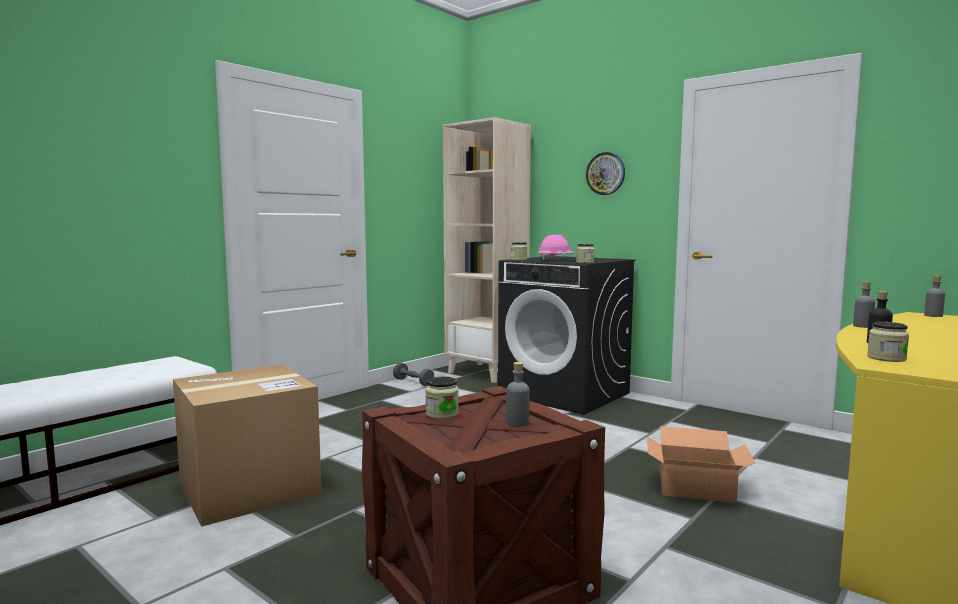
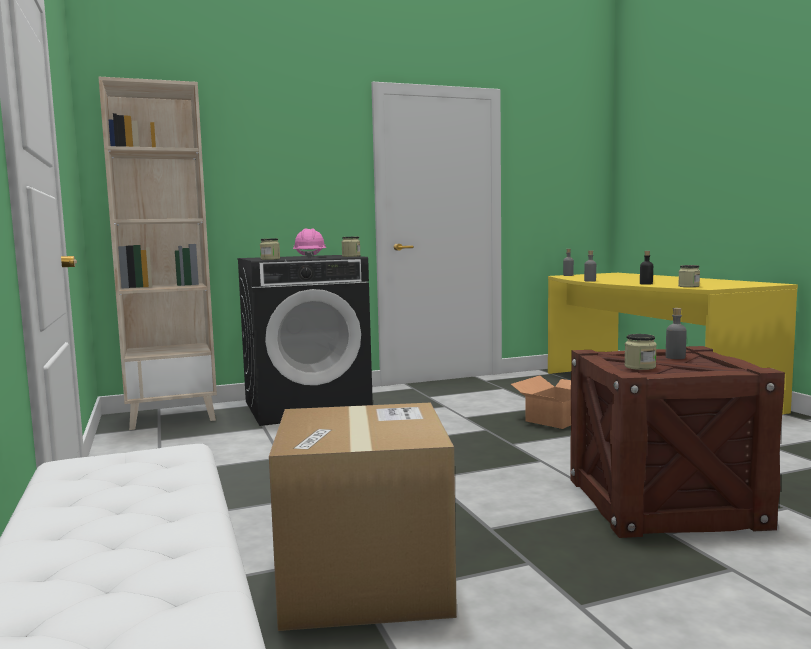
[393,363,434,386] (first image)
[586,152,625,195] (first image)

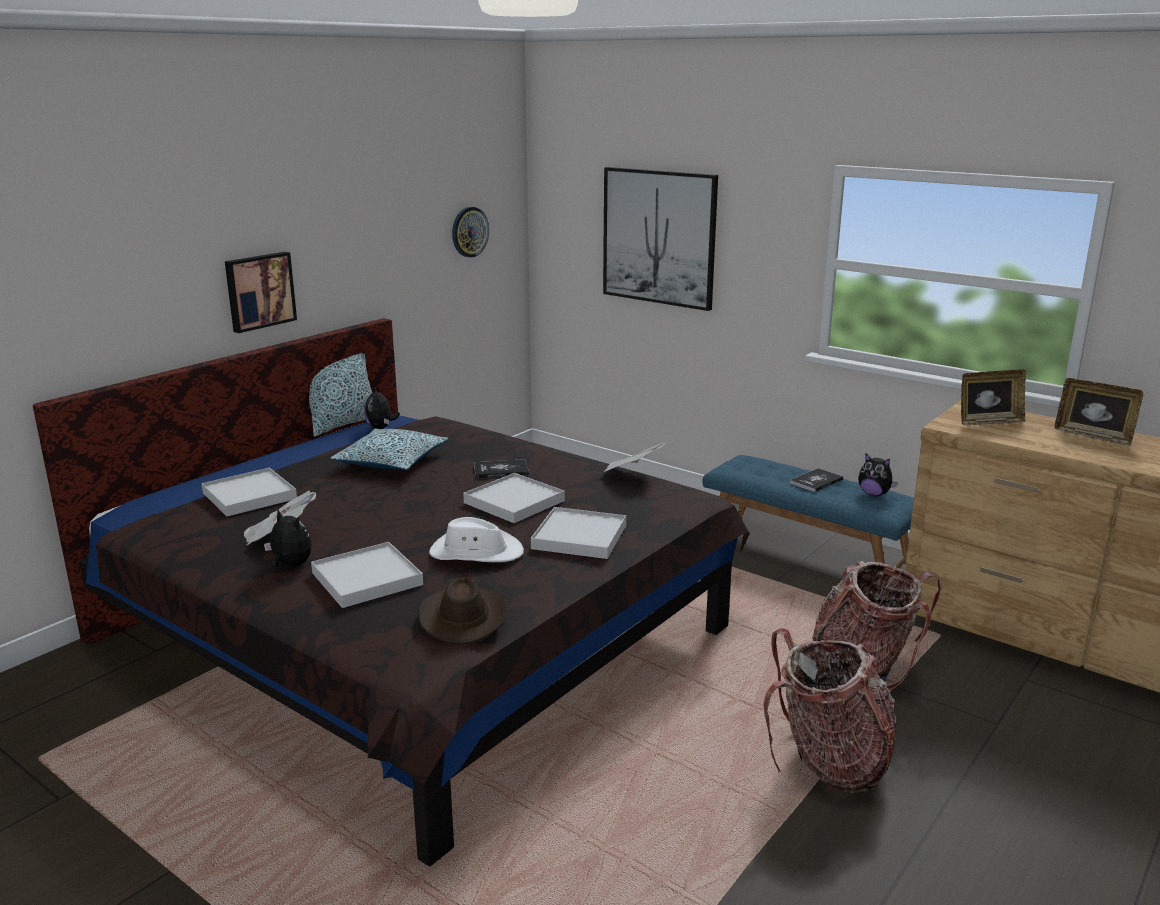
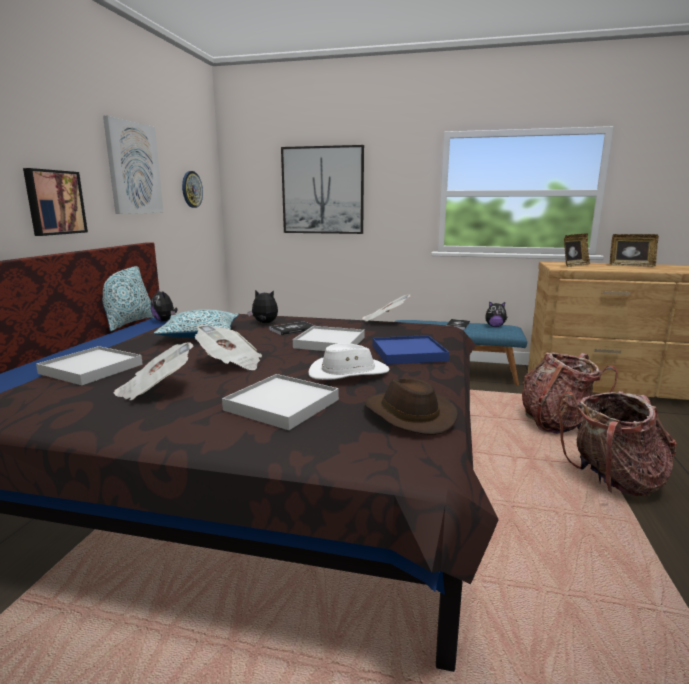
[248,290,278,323]
[372,335,449,365]
[103,115,164,214]
[195,325,262,370]

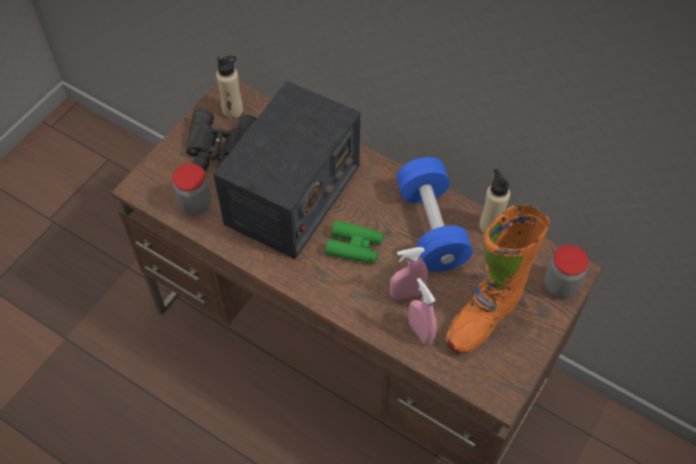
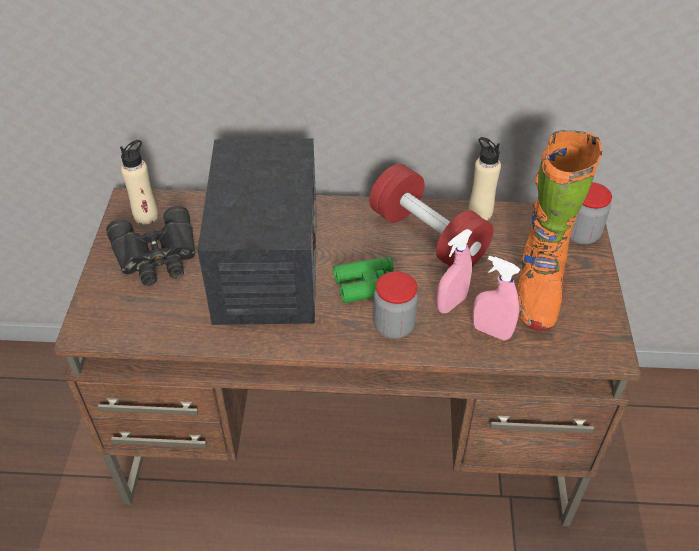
[373,271,418,339]
[369,164,494,266]

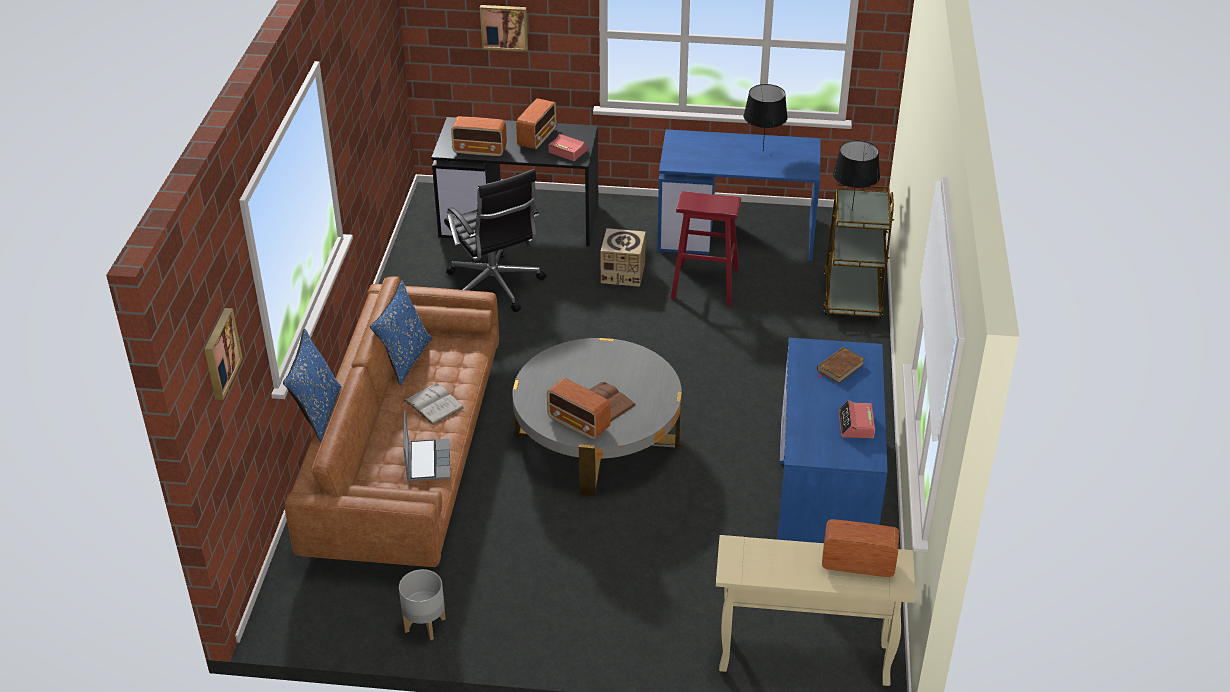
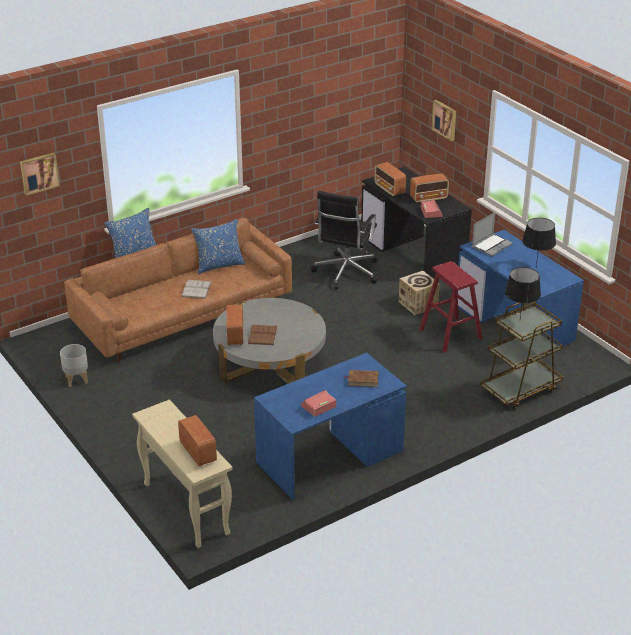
[472,212,513,256]

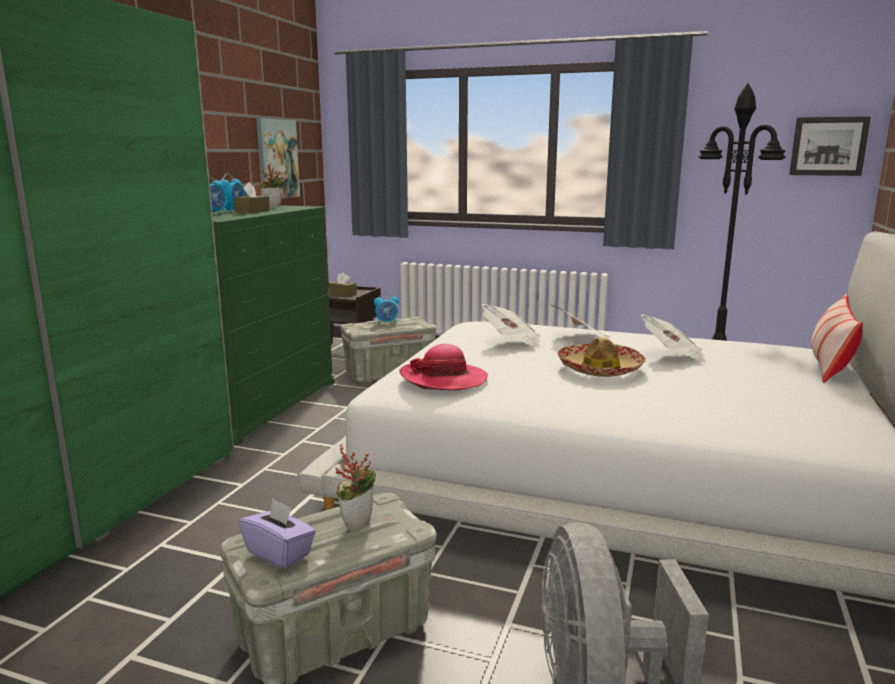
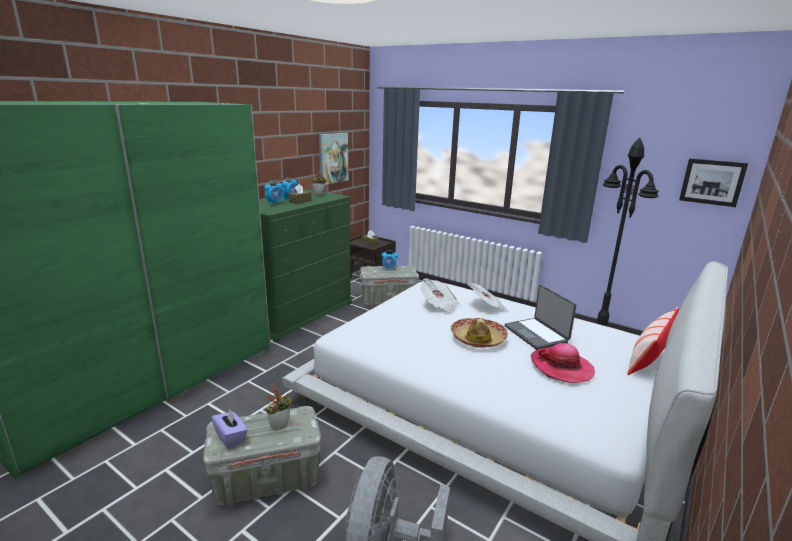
[531,343,595,383]
[504,285,576,350]

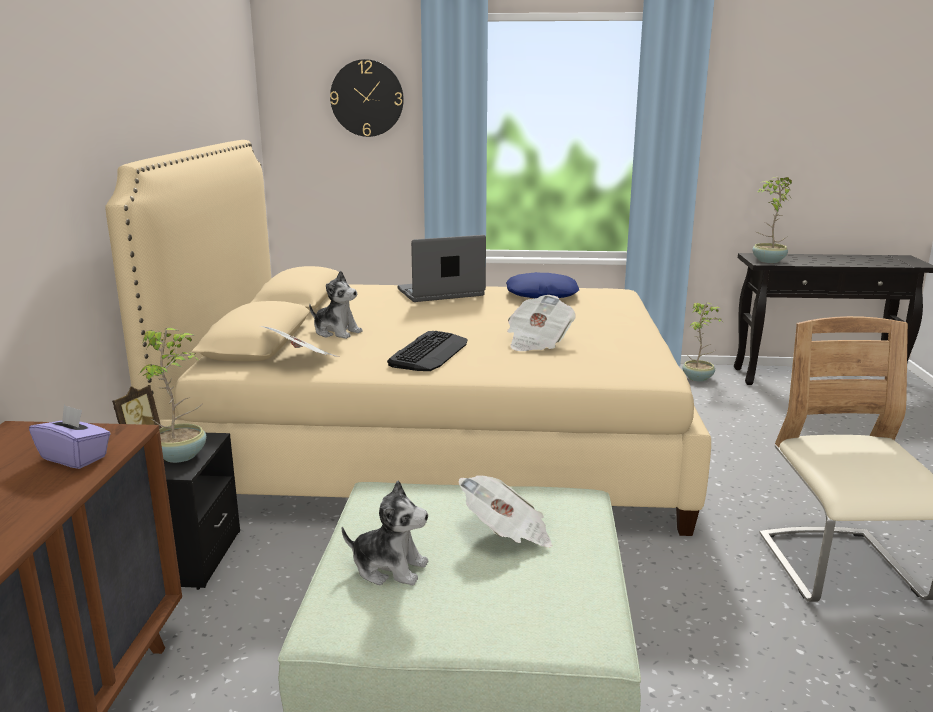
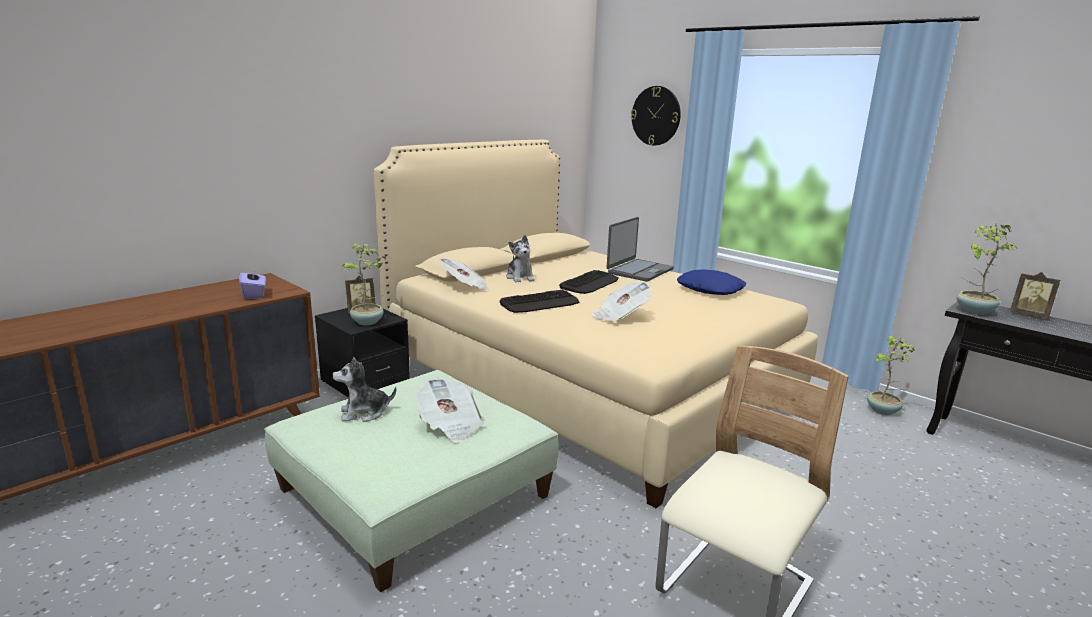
[332,357,396,422]
[607,217,674,282]
[559,270,619,294]
[1010,272,1060,319]

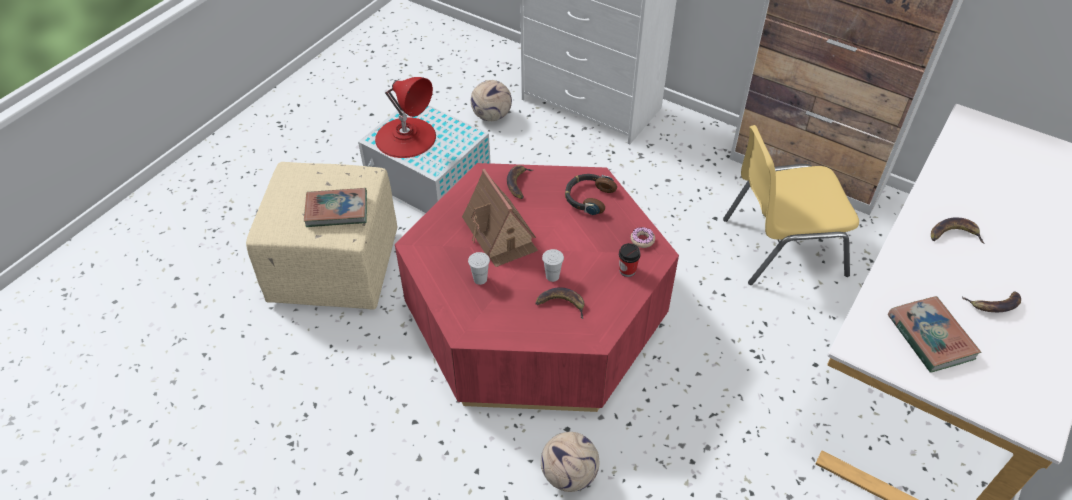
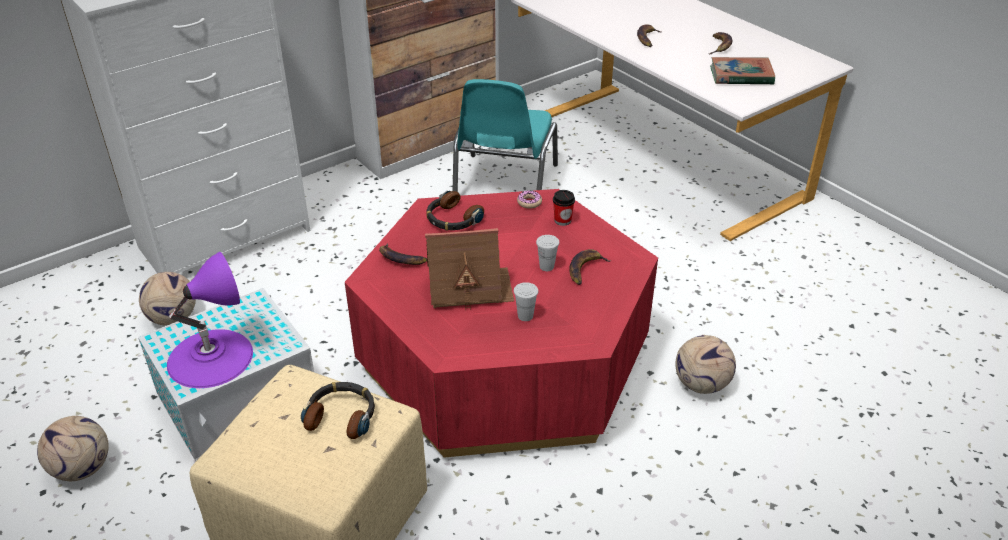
[301,382,375,439]
[167,252,253,388]
[453,79,558,192]
[37,416,109,481]

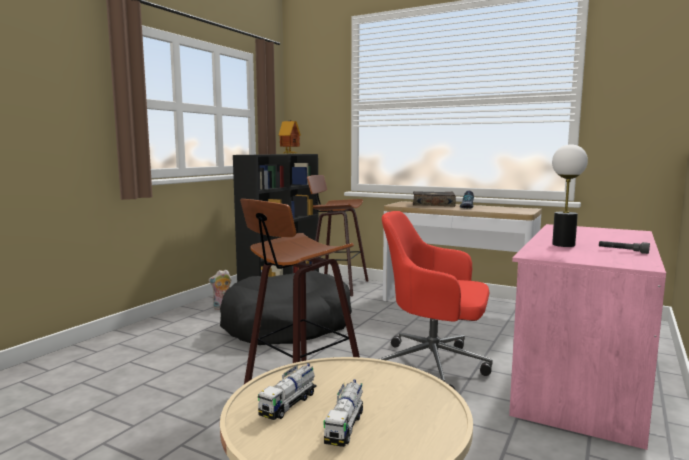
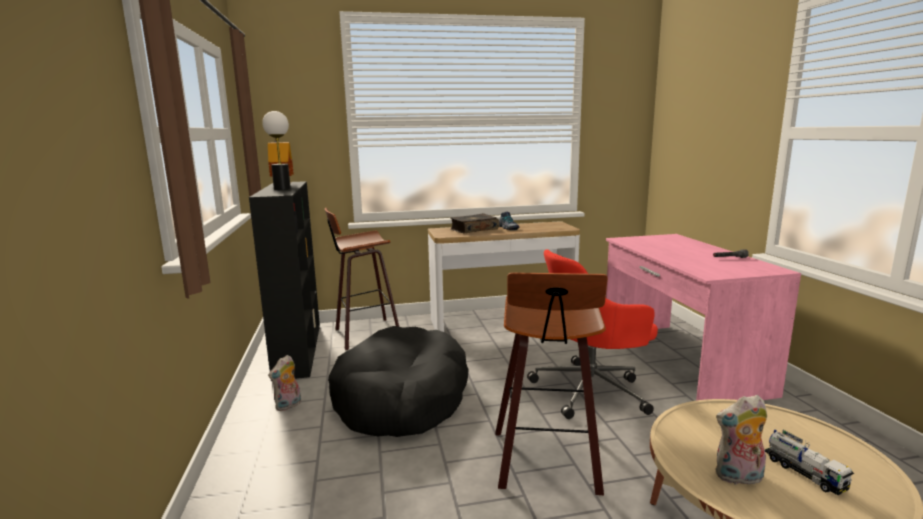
[716,395,767,485]
[262,111,291,190]

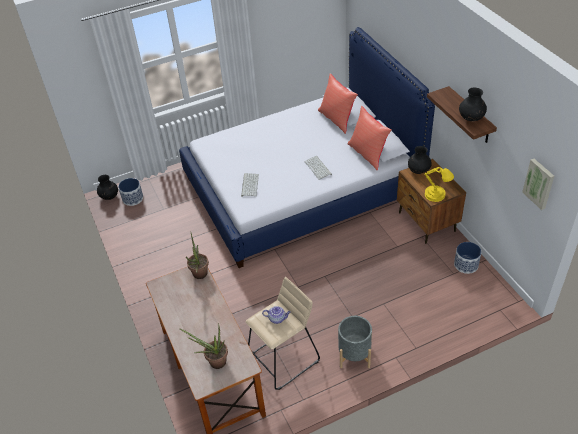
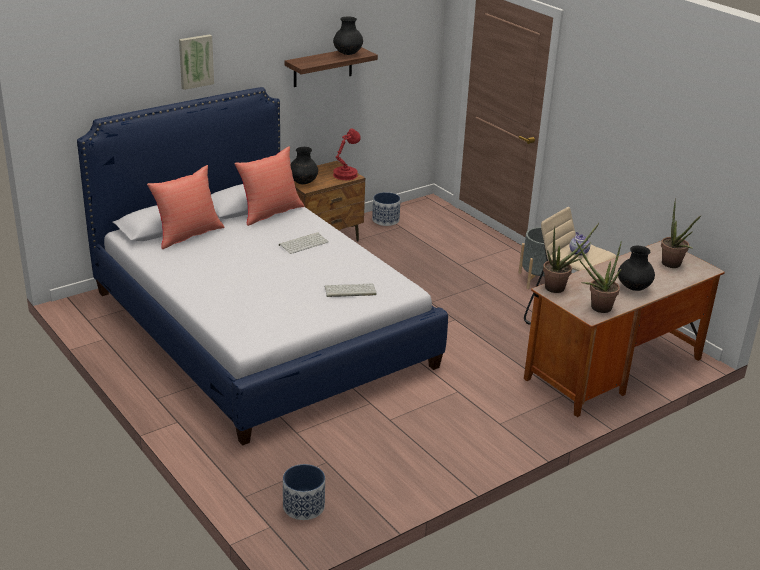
[618,246,655,291]
[333,128,361,180]
[179,34,214,90]
[576,241,622,313]

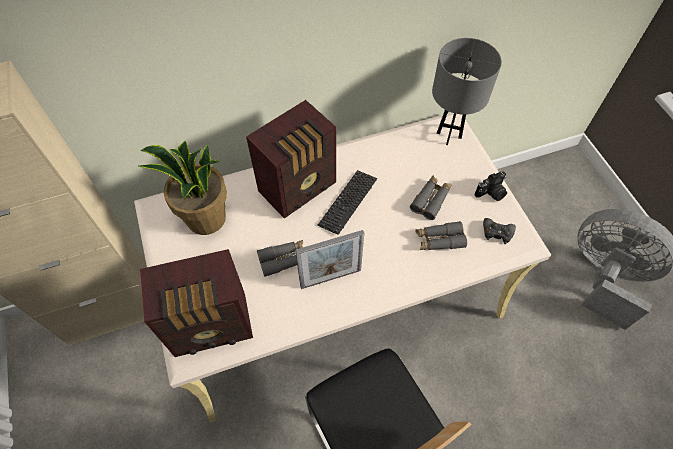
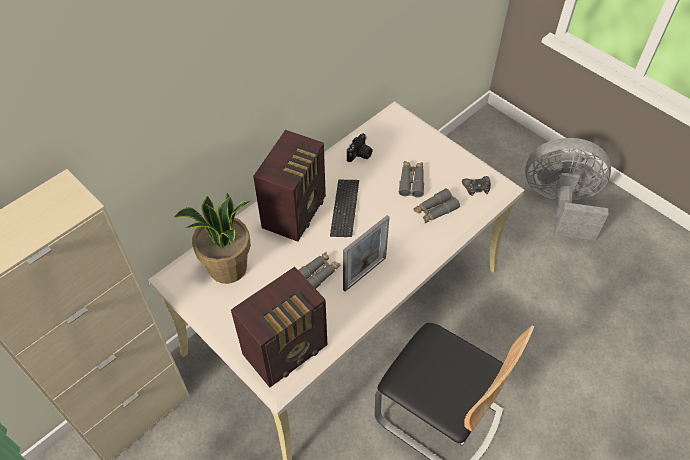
[432,38,502,145] (first image)
[347,133,373,162]

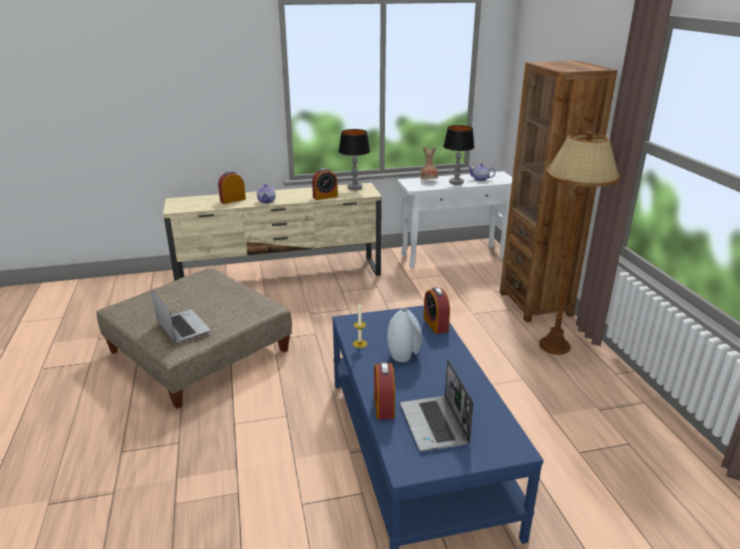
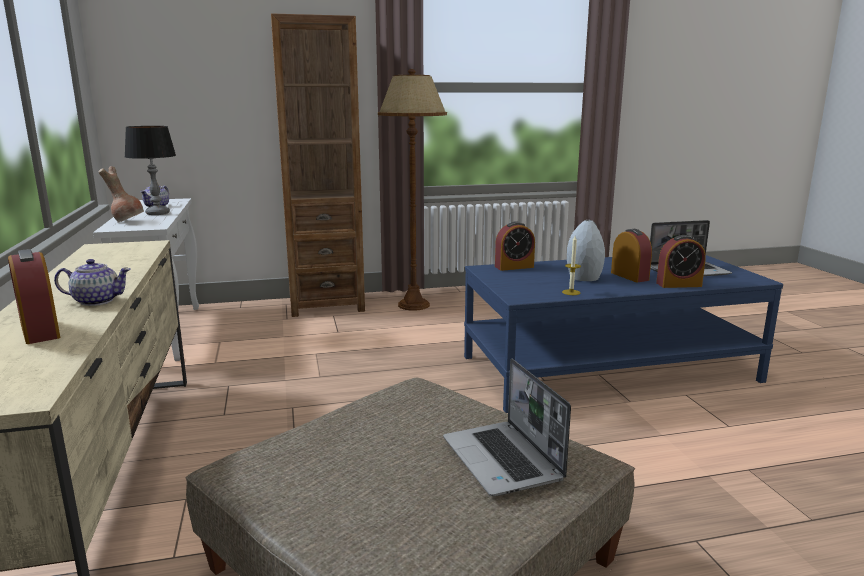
[443,359,571,496]
[611,229,652,282]
[339,129,370,190] (first image)

